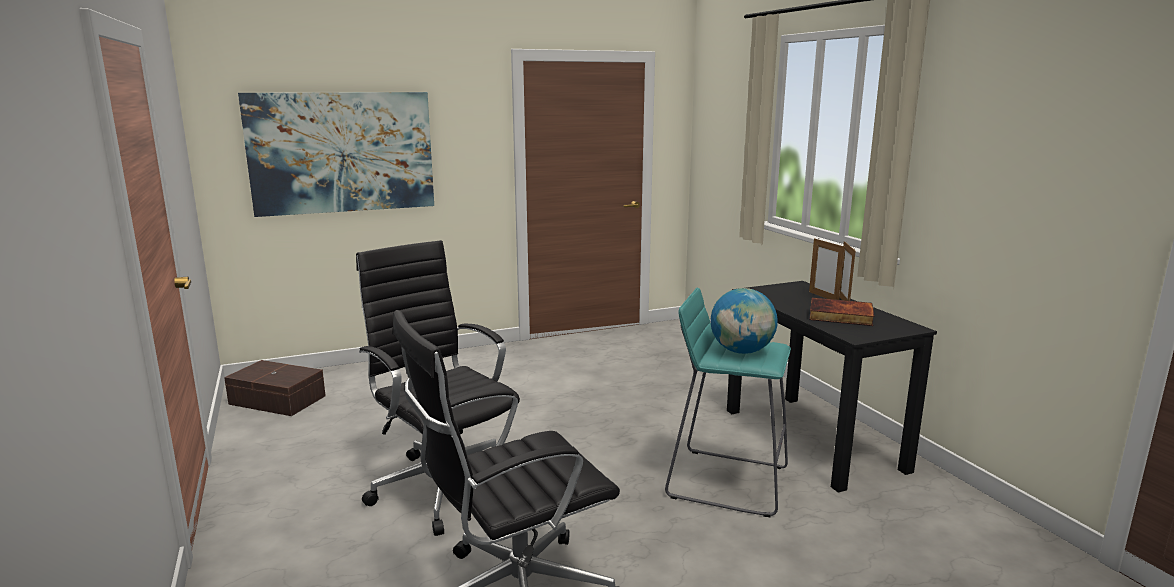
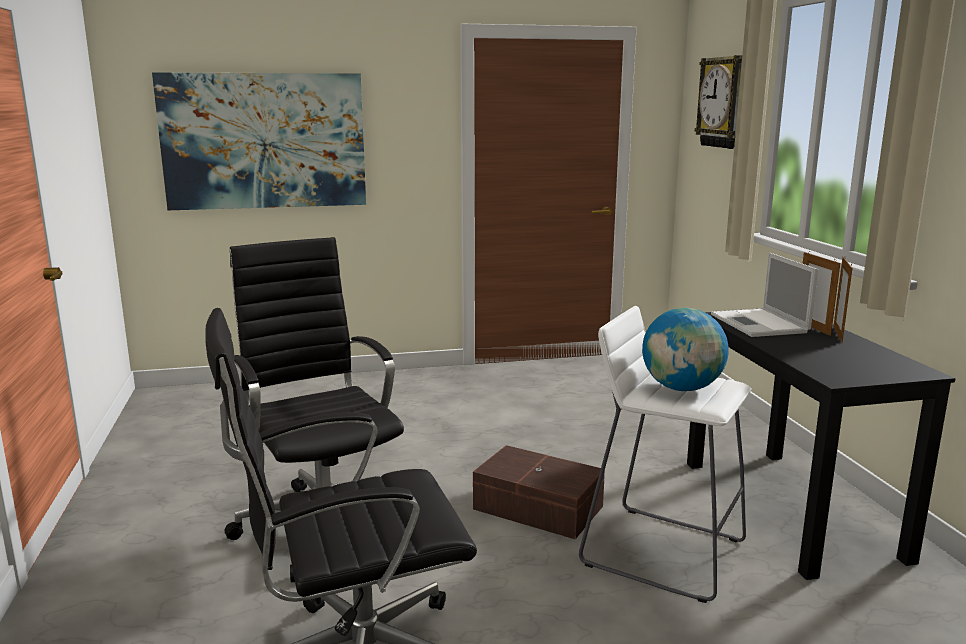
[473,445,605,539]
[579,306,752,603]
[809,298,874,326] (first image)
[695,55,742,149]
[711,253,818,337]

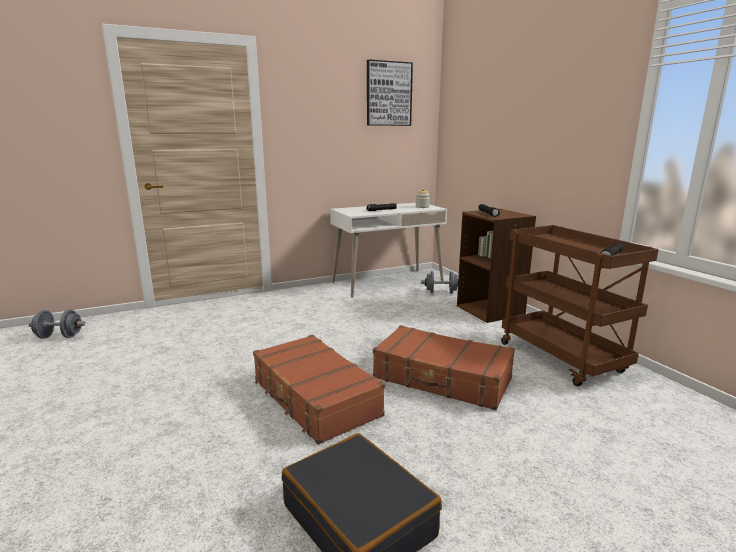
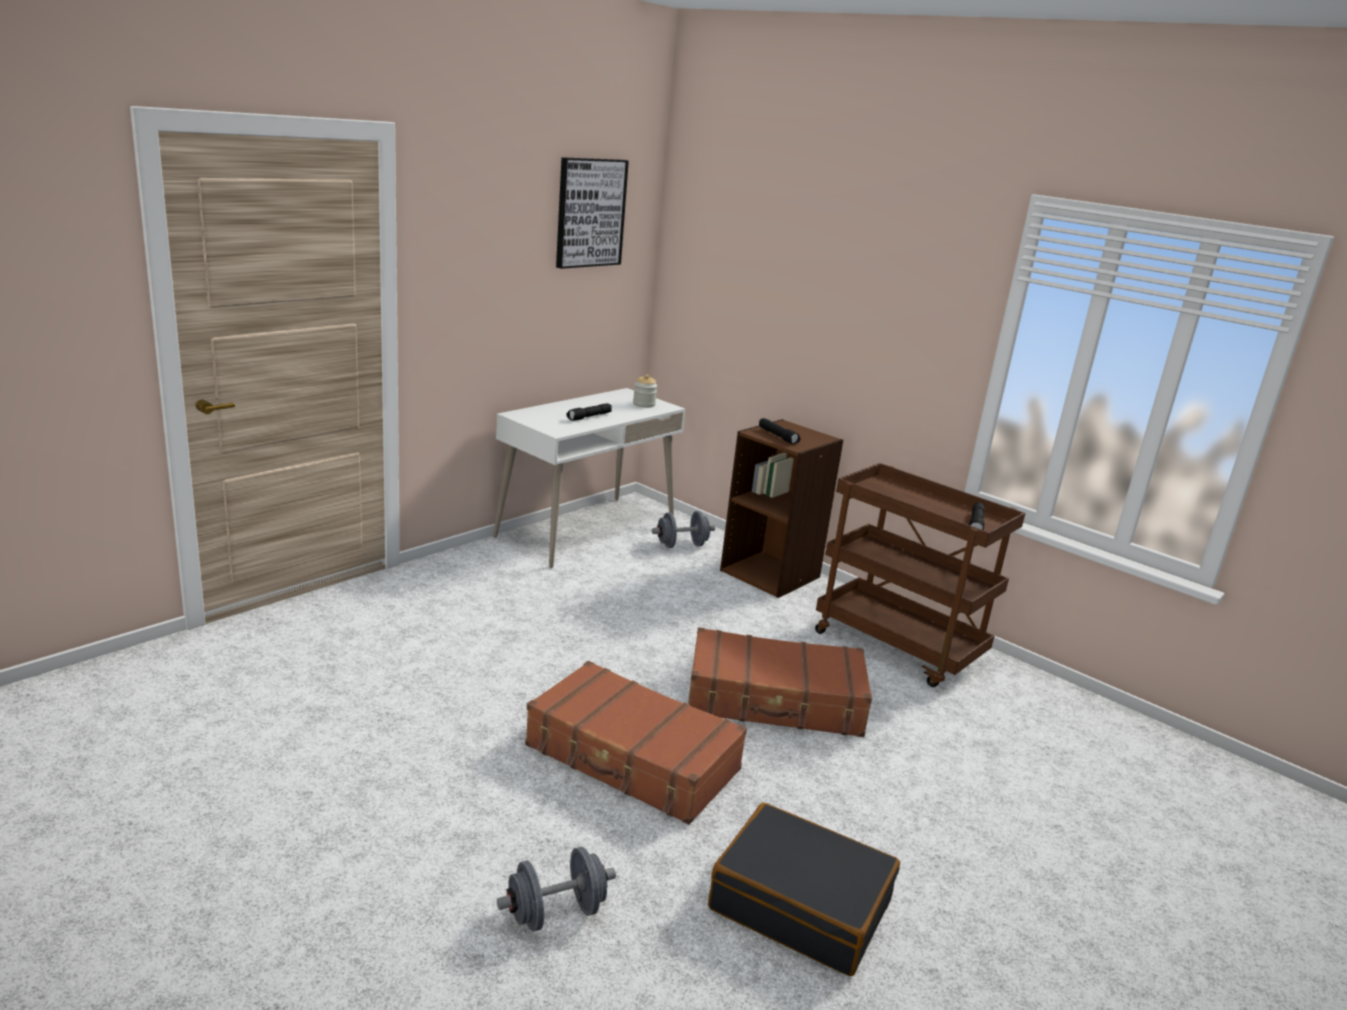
[497,847,616,932]

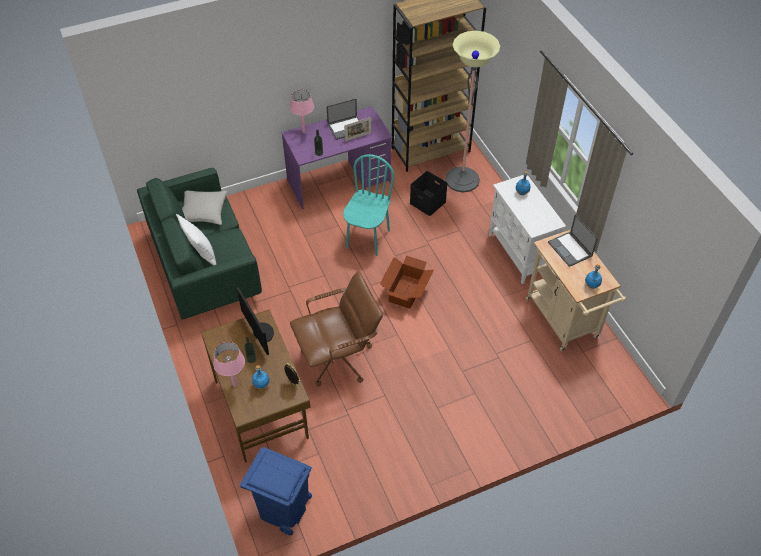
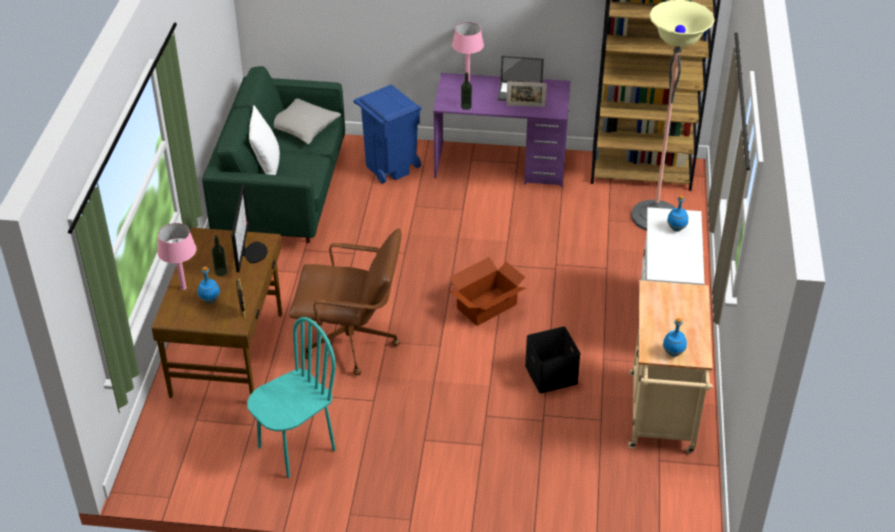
[353,85,422,183]
[247,317,336,478]
[525,326,581,393]
[548,214,598,267] (first image)

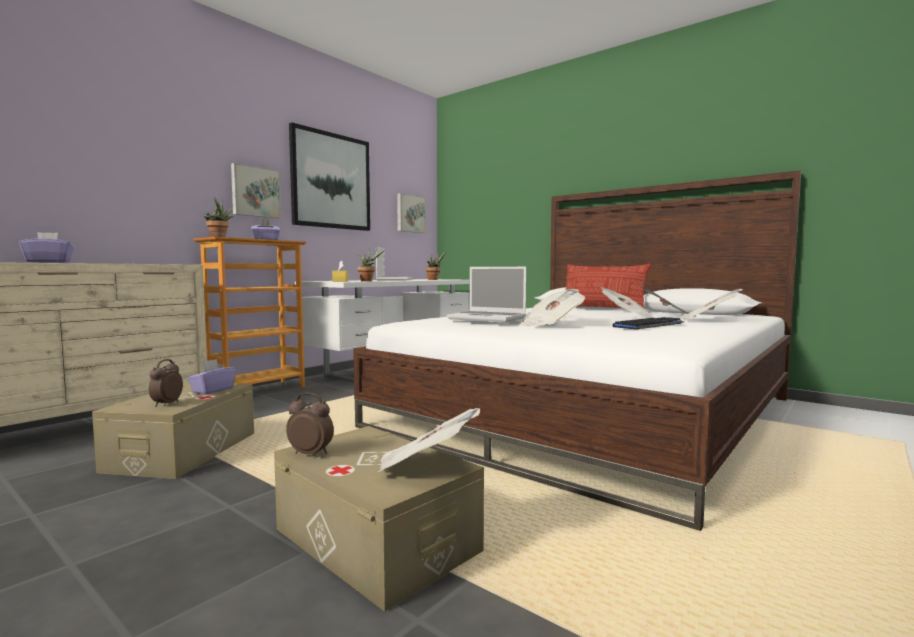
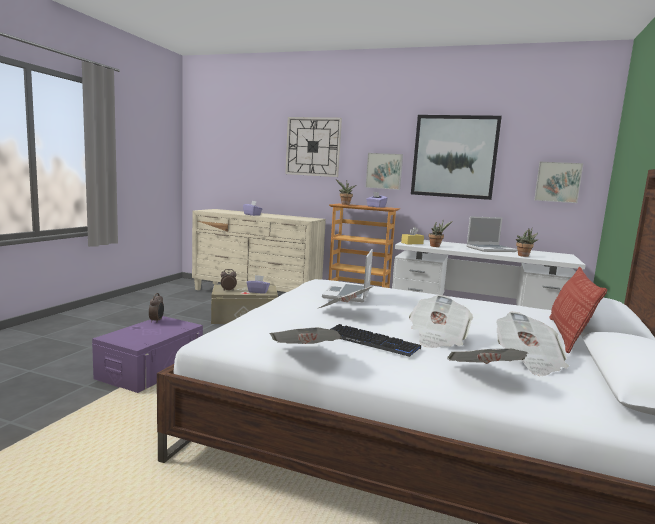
[92,316,203,393]
[269,328,342,344]
[285,117,342,177]

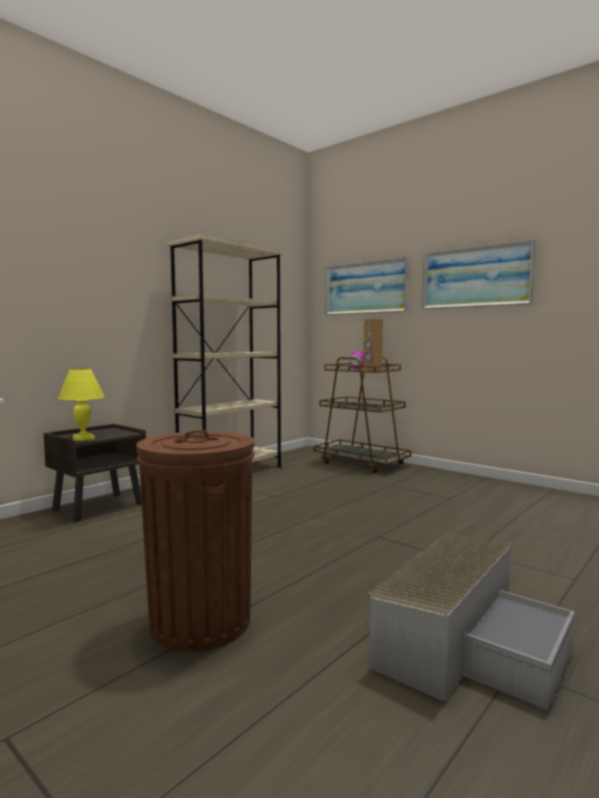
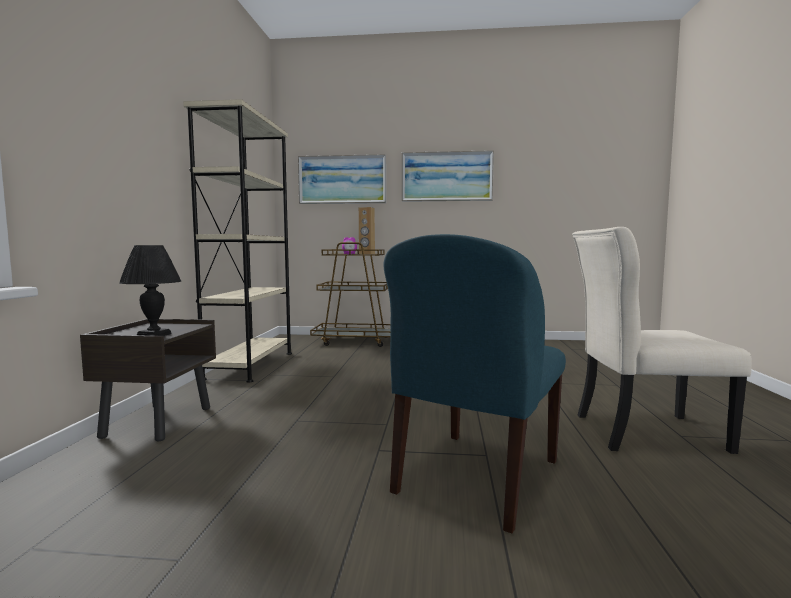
[119,245,181,336]
[384,234,566,533]
[572,227,752,454]

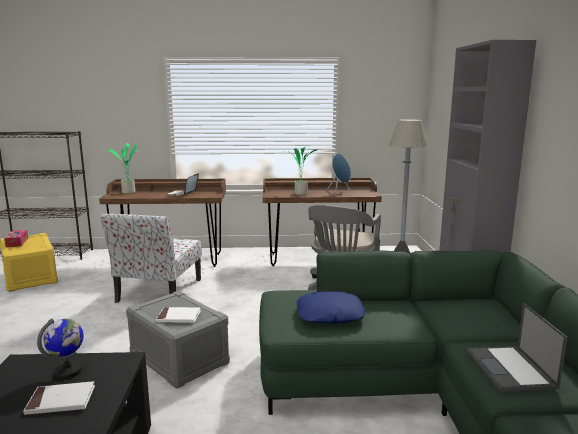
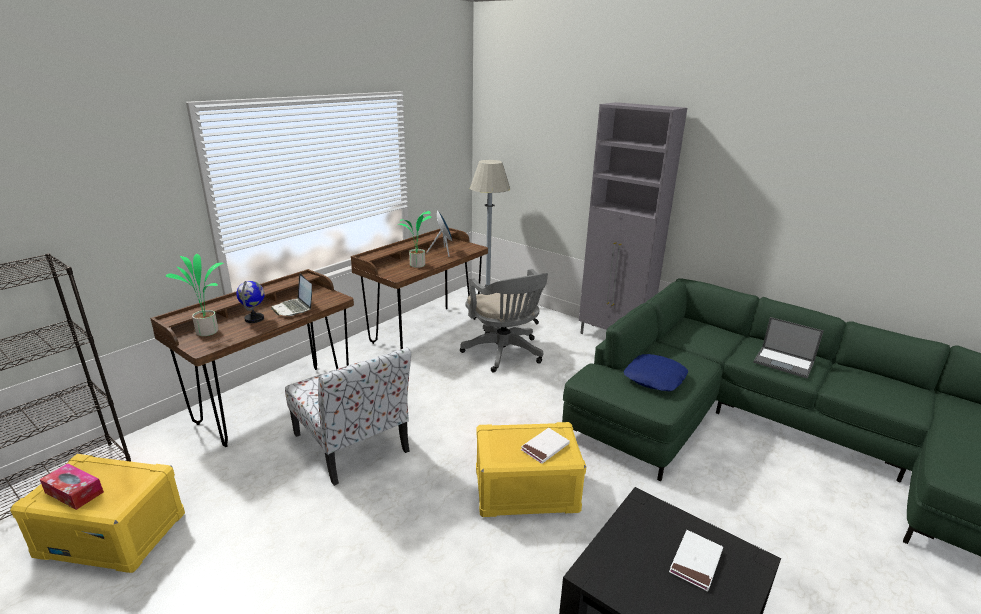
[236,281,265,323]
[476,422,586,517]

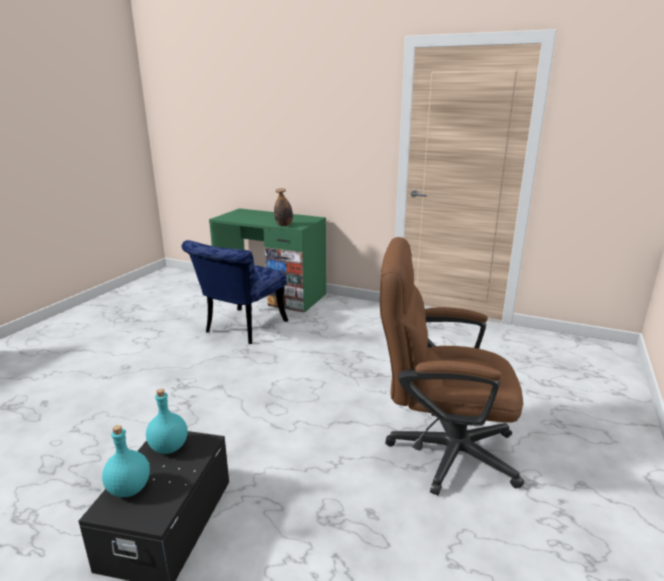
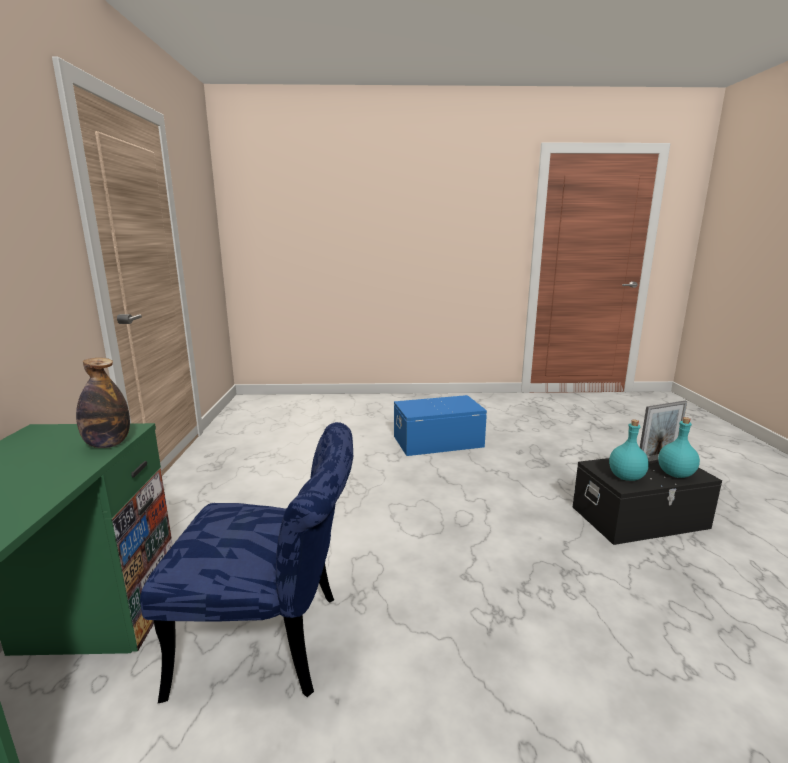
[394,395,487,456]
[640,401,687,464]

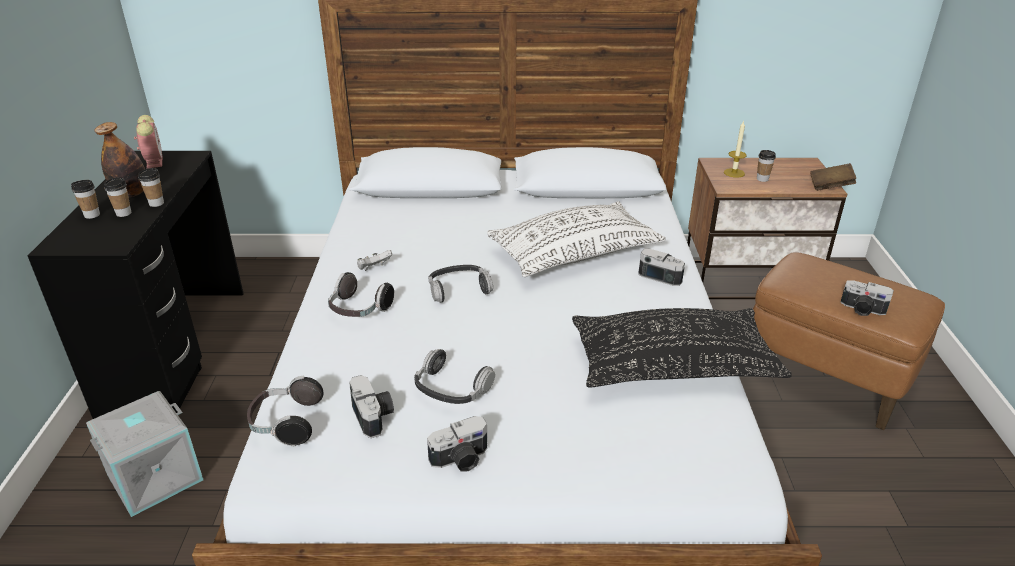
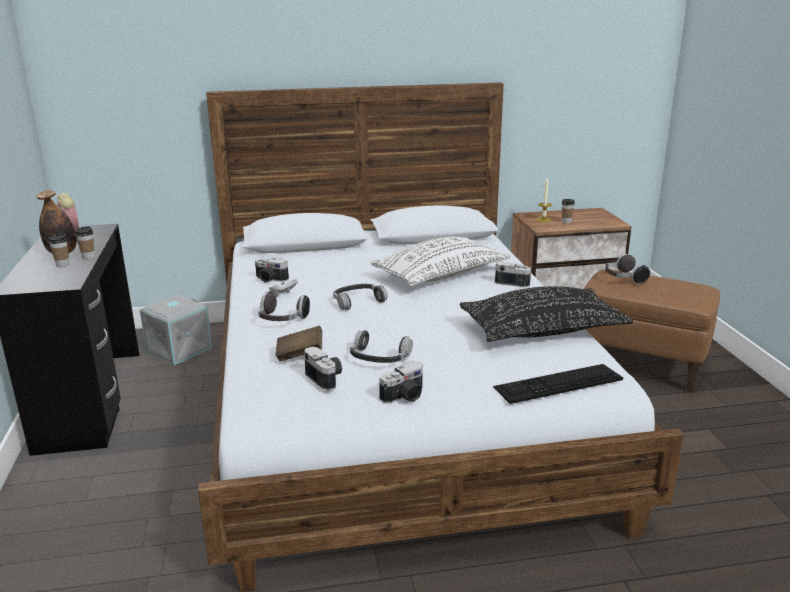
[71,180,100,219] (first image)
[140,295,212,365]
[605,254,650,285]
[275,326,322,362]
[255,258,289,283]
[493,364,623,404]

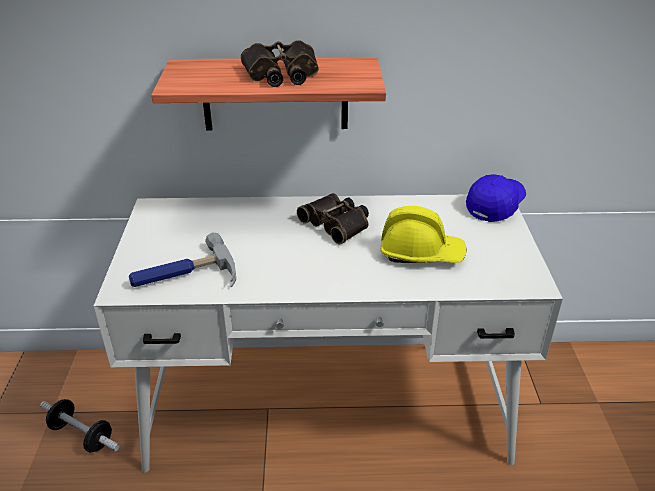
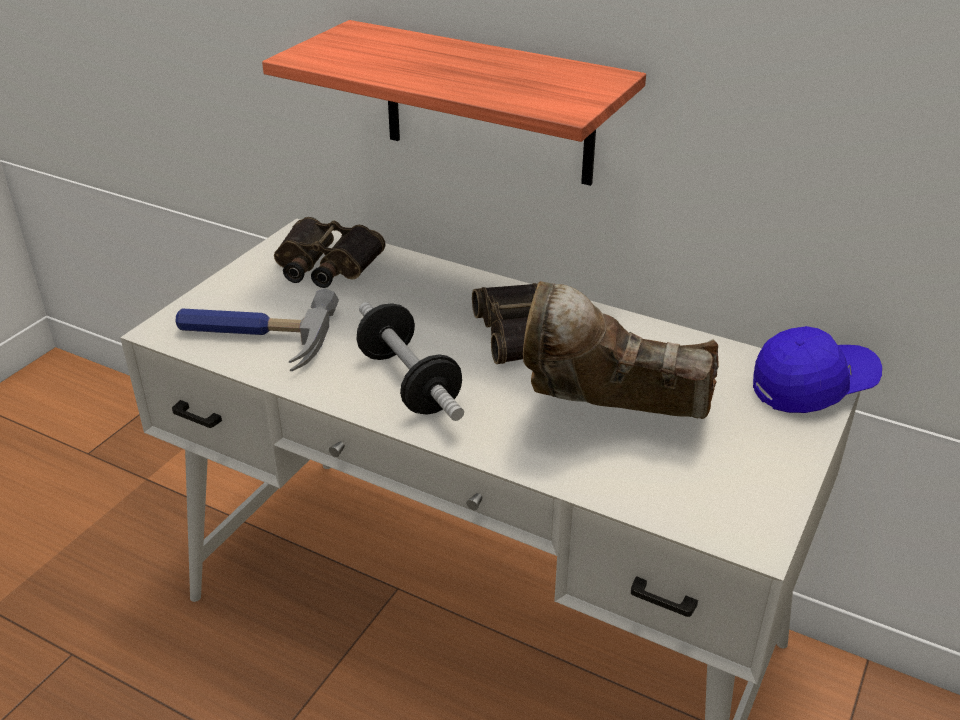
[356,302,464,421]
[274,217,386,288]
[523,281,719,419]

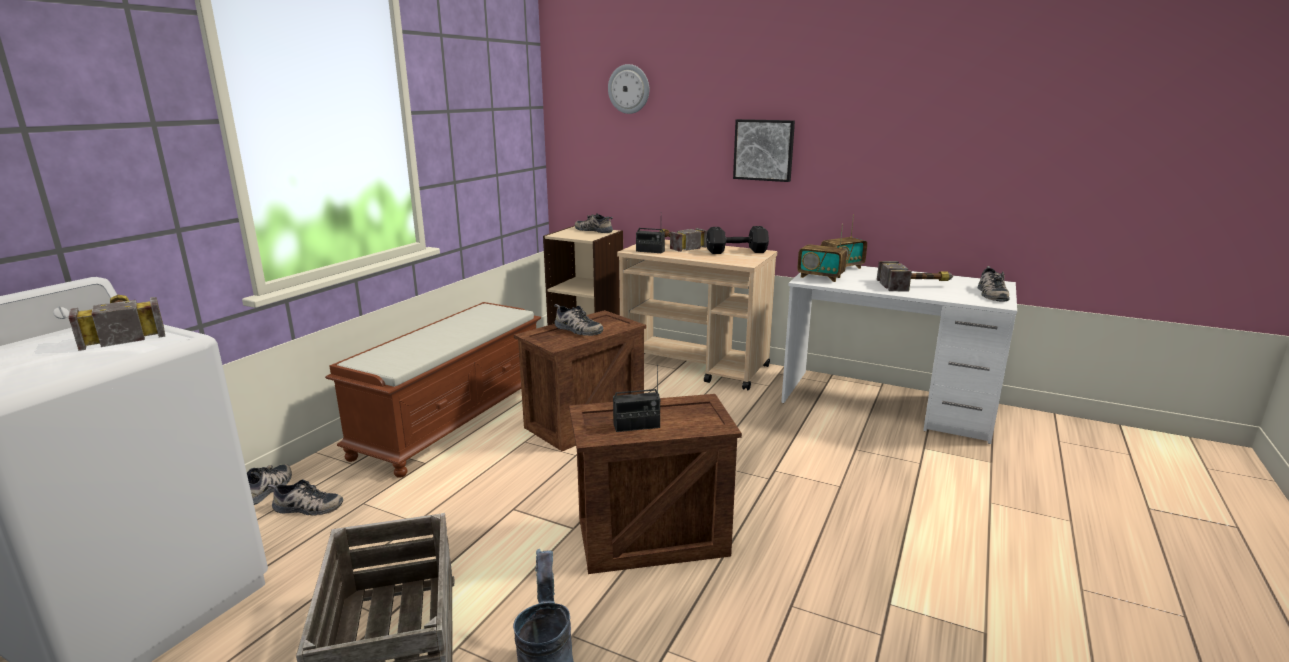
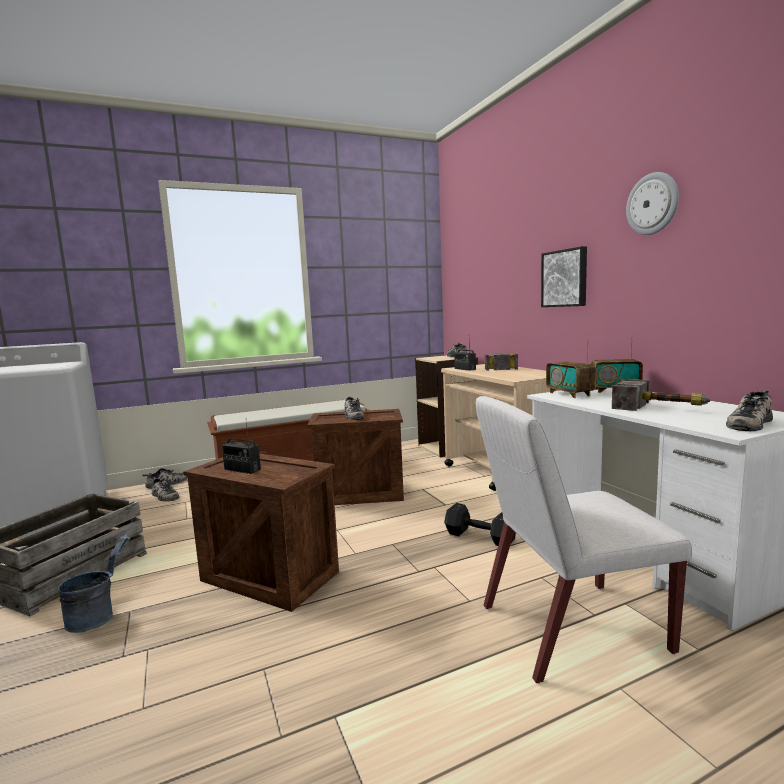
[69,295,166,351] (first image)
[626,172,679,235]
[444,503,516,546]
[475,396,692,684]

